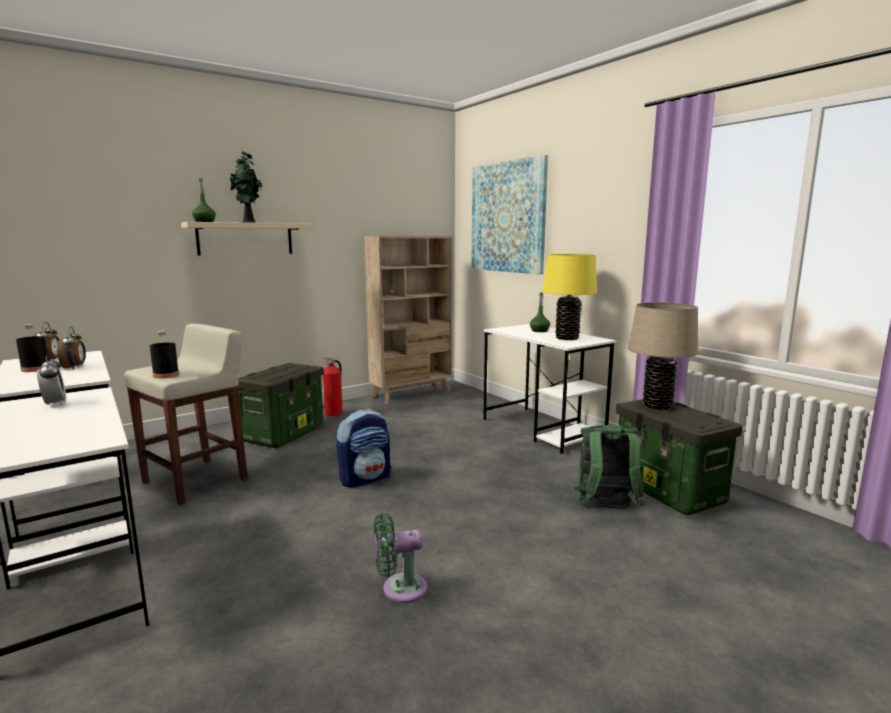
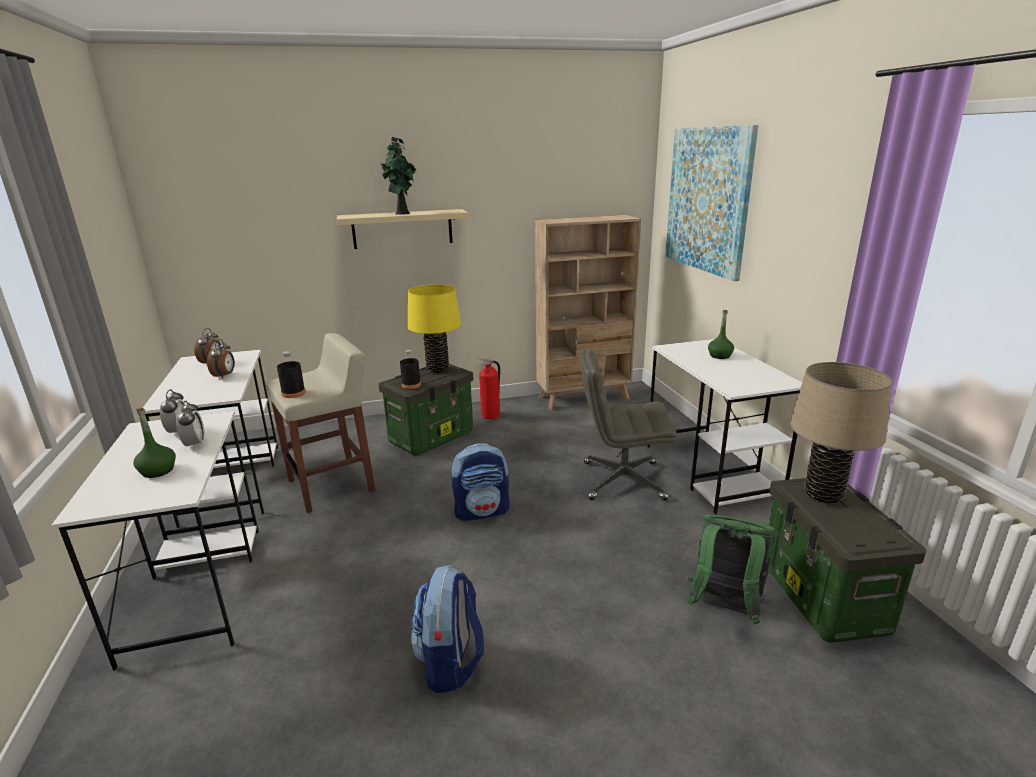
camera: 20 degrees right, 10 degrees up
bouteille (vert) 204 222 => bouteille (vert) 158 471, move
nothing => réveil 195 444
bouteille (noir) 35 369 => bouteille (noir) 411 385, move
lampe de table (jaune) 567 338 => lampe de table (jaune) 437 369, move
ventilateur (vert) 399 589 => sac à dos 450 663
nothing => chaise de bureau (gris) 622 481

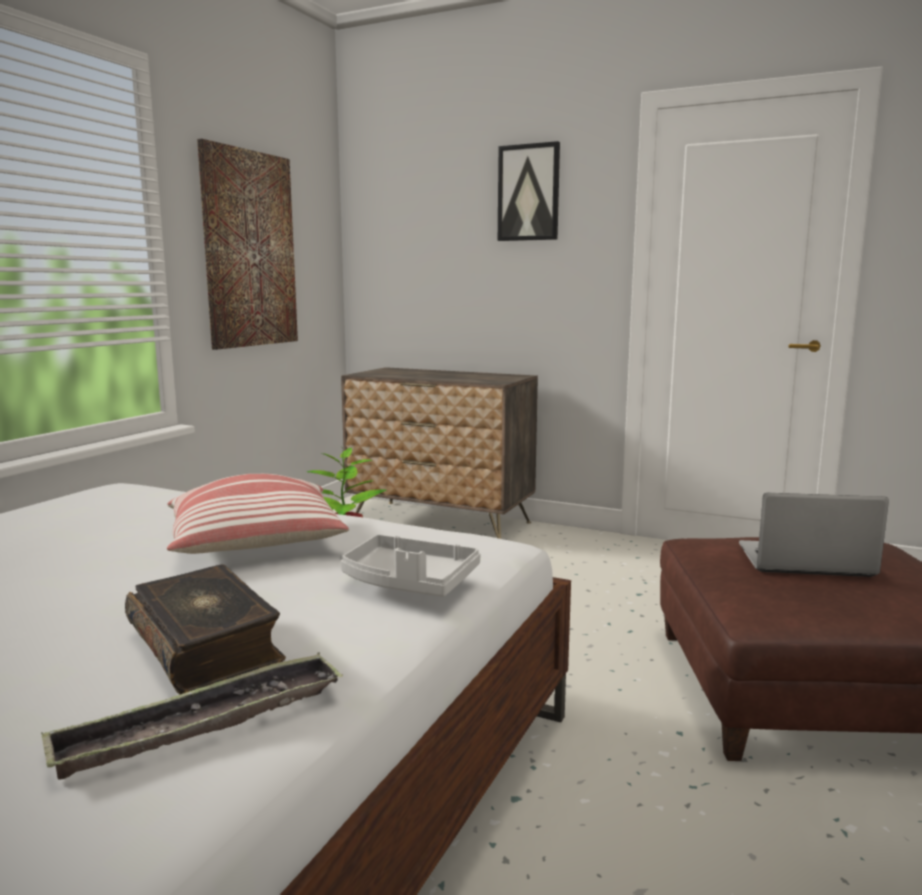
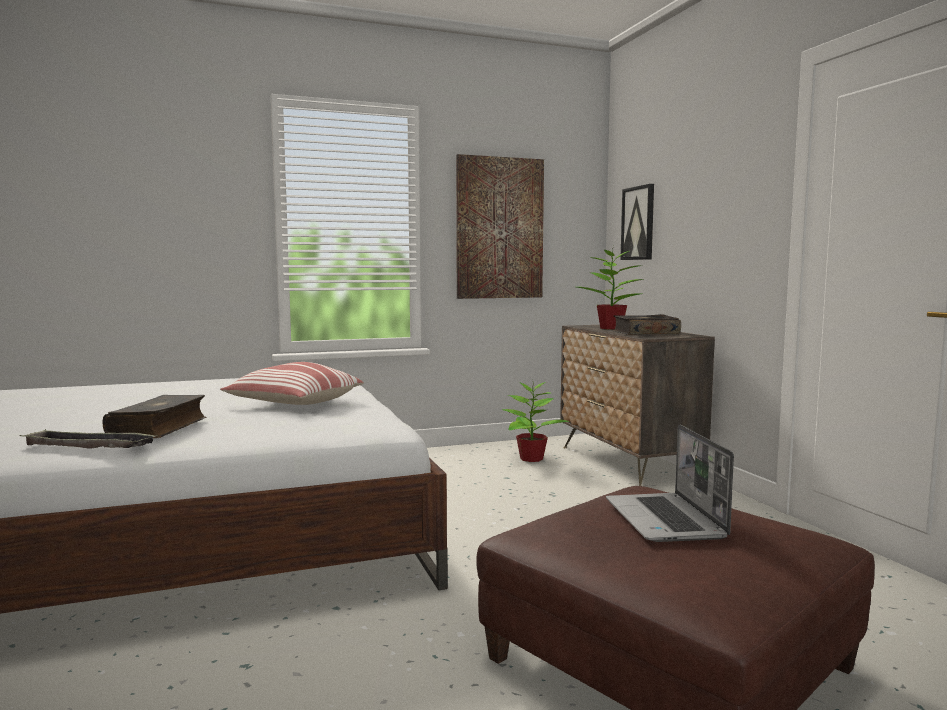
camera: 45 degrees right, 5 degrees down
nothing => plante en pot 612 328
ordinateur portable 803 562 => ordinateur portable 666 520, 150 degrees counterclockwise
nothing => livre 645 333
tableau 528 193 => tableau 638 223, move
plateau (gris) 409 582 => nothing

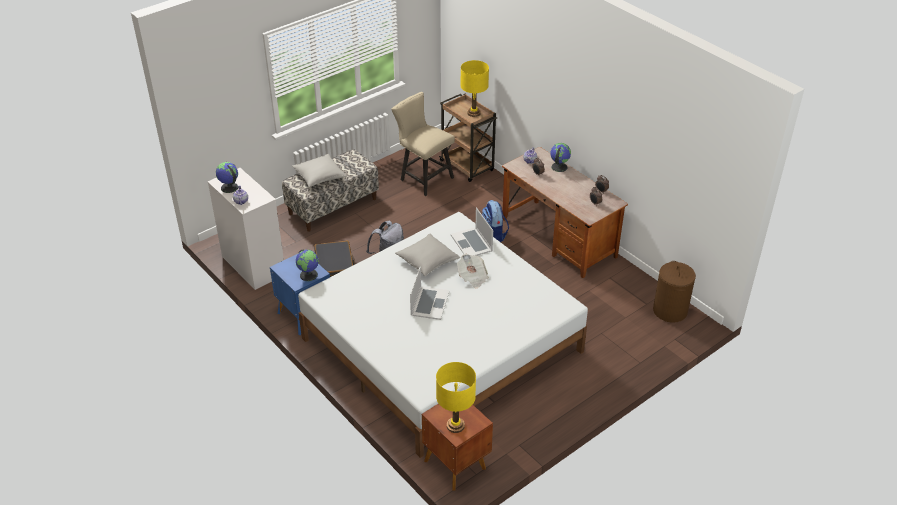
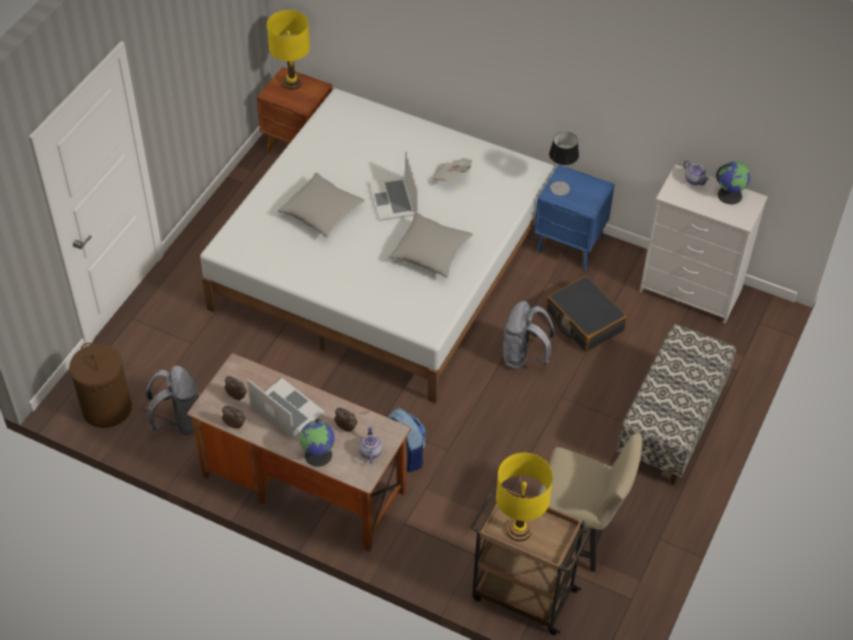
camera: 155 degrees right, 10 degrees up
nothing => sac à dos (gris) 179 421
ordinateur portable 472 243 => ordinateur portable 286 409, move
coussin (gris) 319 176 => coussin (gris) 321 213, move
journal 472 277 => journal 451 177, move
globe 309 275 => lampe de table 560 188

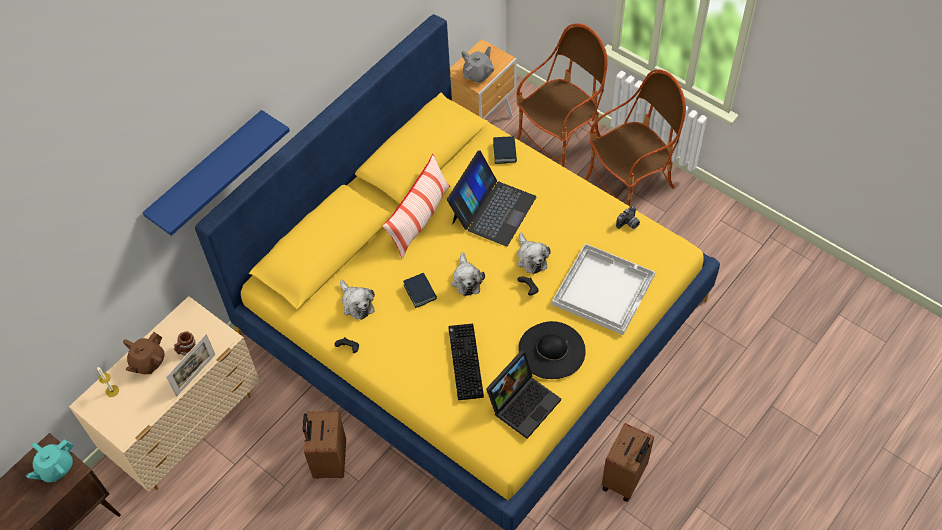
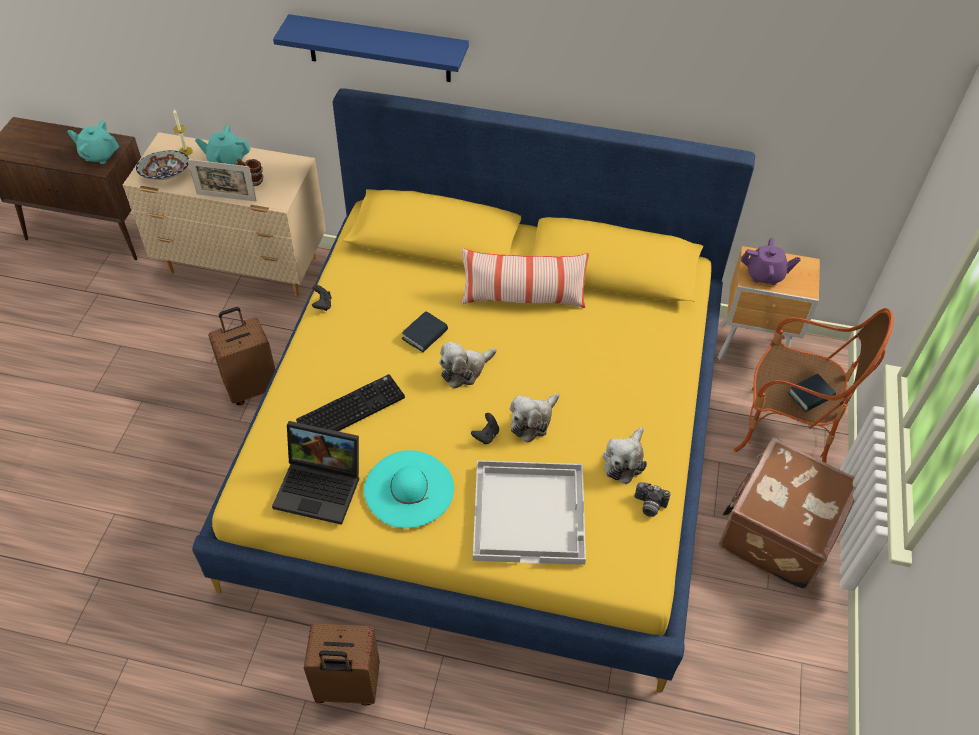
camera: 60 degrees right, 5 degrees down
nothing => bol 166 175
théière (marron) 148 362 => théière (turquoise) 226 161
chapeau (noir) 551 350 => chapeau (turquoise) 409 489
peluche 356 304 => peluche 624 461, move
fauteuil 630 186 => valise (marron) 776 532
théière (gris) 478 74 => théière (violet) 765 275
livre 505 152 => livre 810 396, move
ordinateur portable 492 210 => nothing

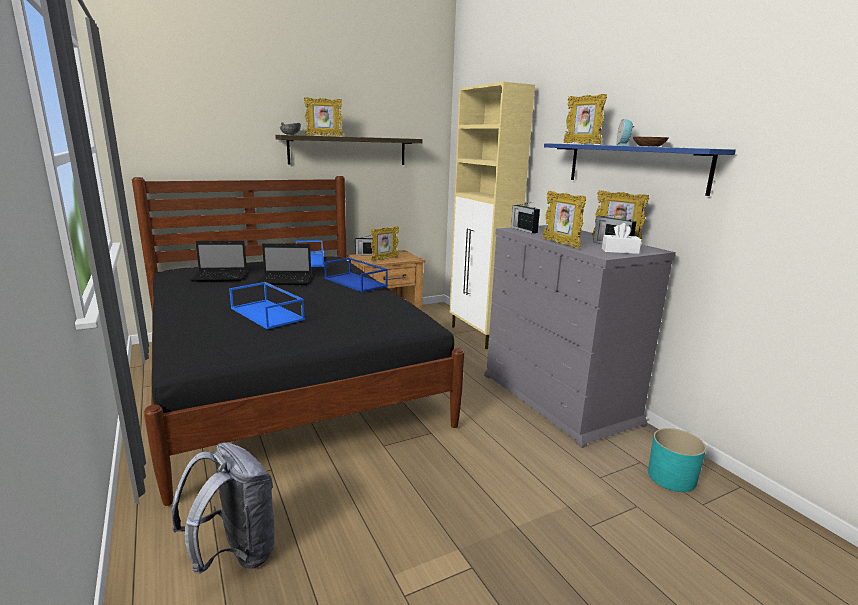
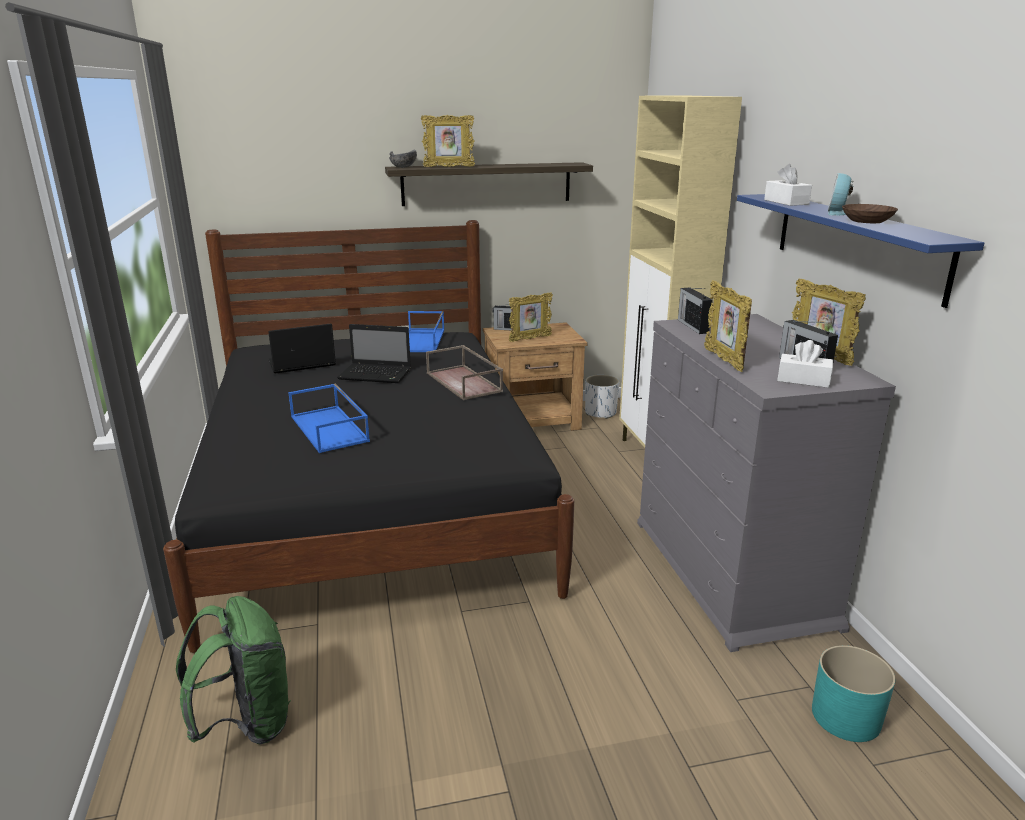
camera: 15 degrees right, 5 degrees up
sac à dos (gris) 235 554 => sac à dos (vert) 247 723
ordinateur portable 221 277 => ordinateur portable 300 364, 150 degrees clockwise
plateau (bleu) 356 282 => plateau (marron) 465 382
nothing => cache-pot (blanc) 600 413
cadre photo 581 144 => boîte à mouchoirs (blanc) 786 202

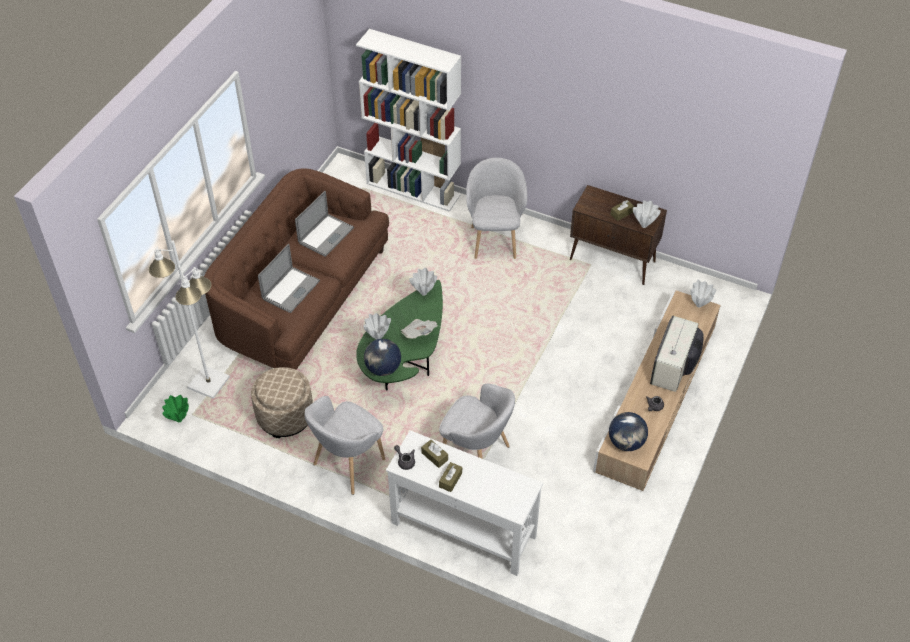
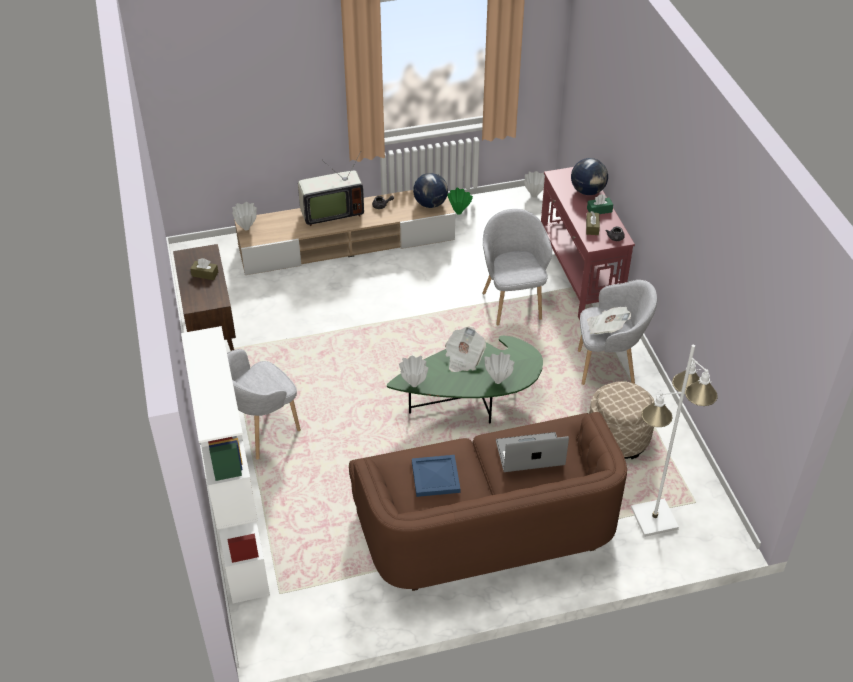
camera: 130 degrees left, 5 degrees down
ordinateur portable 326 235 => plateau (bleu) 435 478
vase (vert) 179 419 => vase (vert) 458 212, move
vase (blanc) 644 226 => vase (blanc) 534 195, move
table console (blanc) 463 529 => table console (rouge) 579 276
globe 383 368 => globe 588 191, move
boîte à mouchoirs (marron) 450 480 => boîte à mouchoirs (vert) 599 210
nothing => journal 606 328

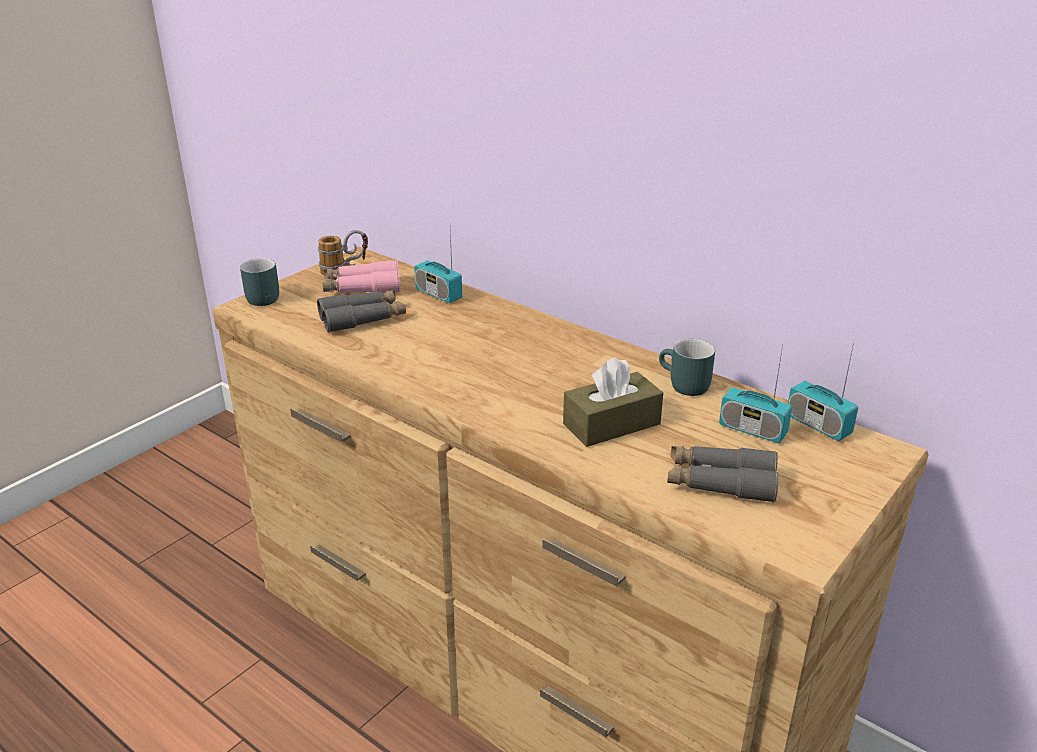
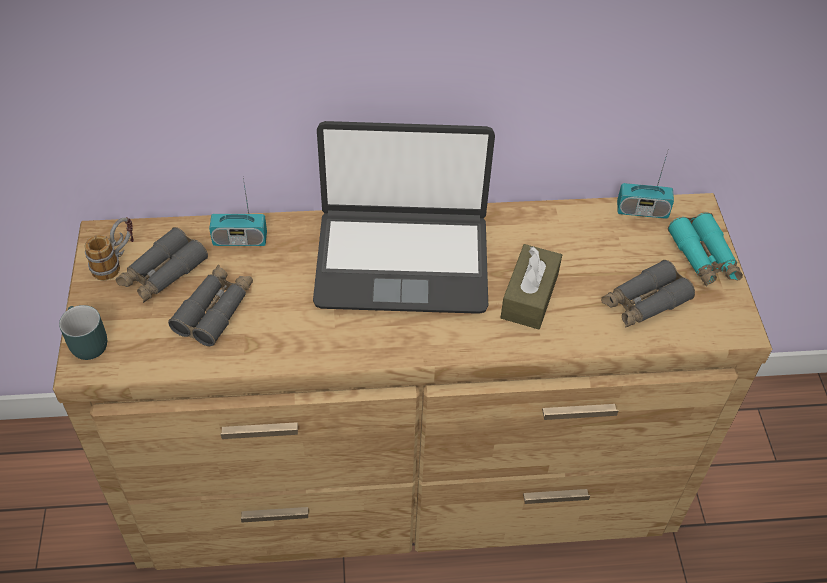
camera: 45 degrees left, 20 degrees up
jumelles (rose) 362 288 => jumelles (gris) 162 274
nothing => ordinateur portable 402 260
nothing => jumelles (turquoise) 703 258
mug (turquoise) 682 386 => nothing
radio 752 430 => nothing

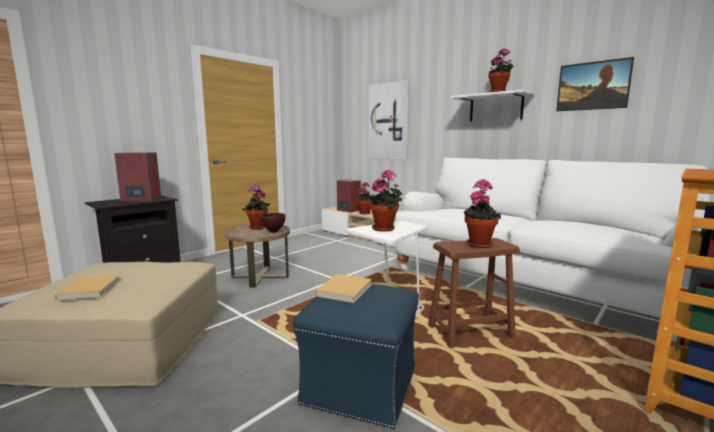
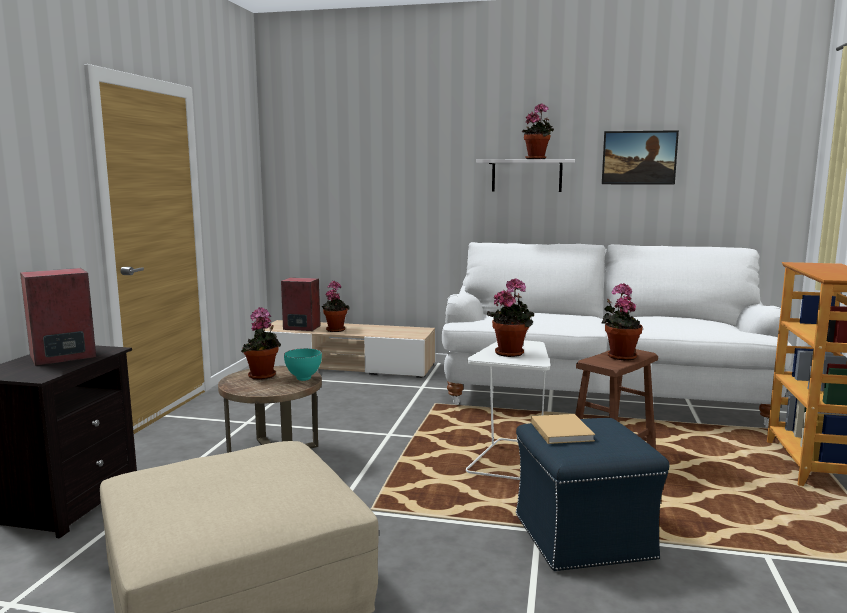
camera: 30 degrees left, 0 degrees up
bol (marron) 274 232 => bol (turquoise) 304 379
livre (beige) 91 288 => nothing
tableau 389 121 => nothing

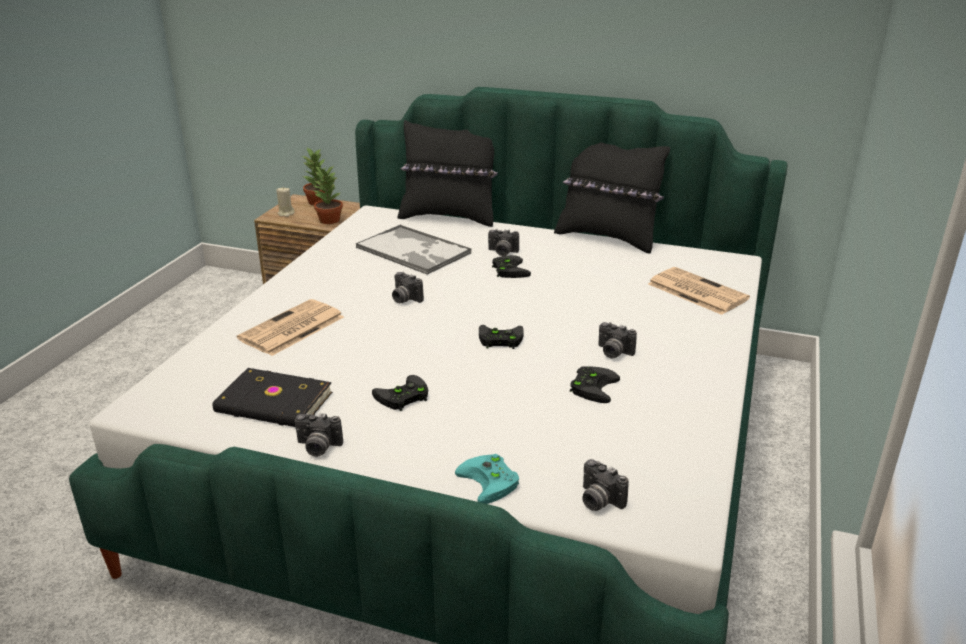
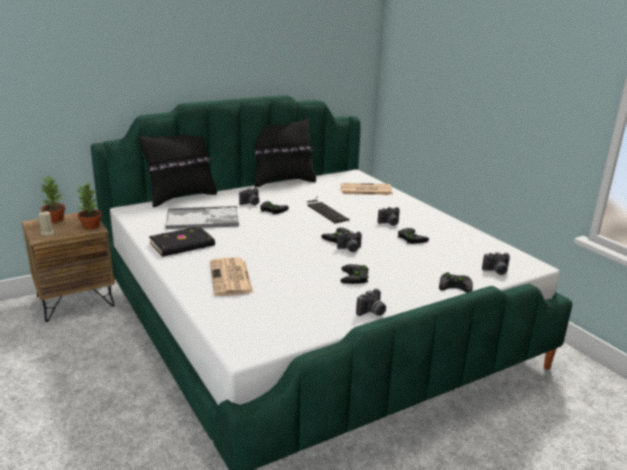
camera: 50 degrees left, 5 degrees down
livre (noir) 274 404 => livre (noir) 183 244, move
nothing => clavier 325 210
appareil photo 404 299 => appareil photo 349 249, move
manette (turquoise) 491 482 => manette (noir) 456 285

